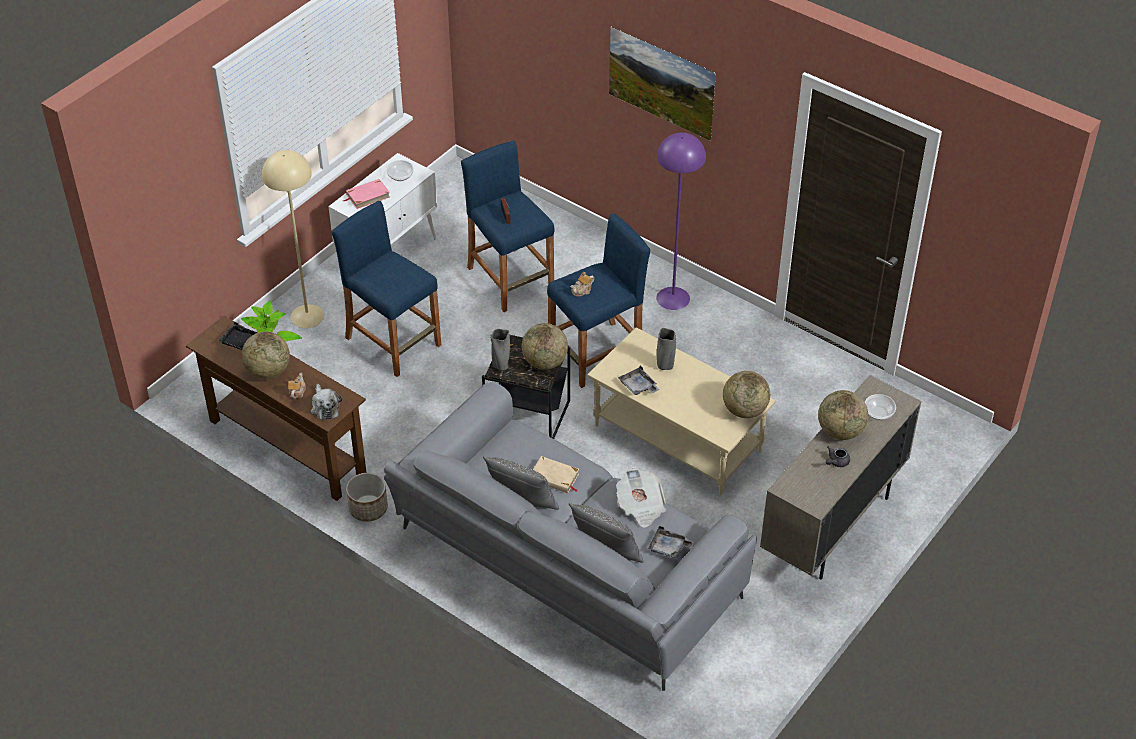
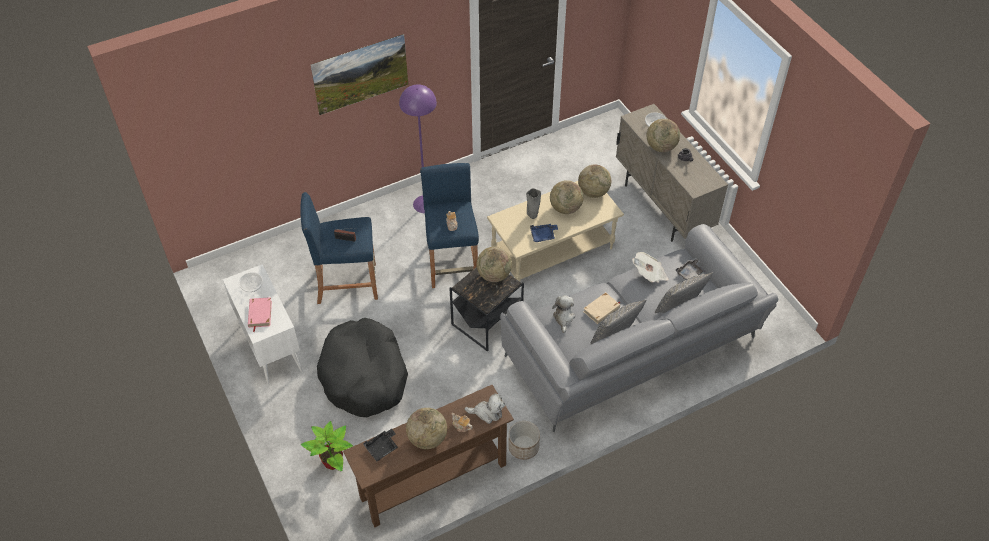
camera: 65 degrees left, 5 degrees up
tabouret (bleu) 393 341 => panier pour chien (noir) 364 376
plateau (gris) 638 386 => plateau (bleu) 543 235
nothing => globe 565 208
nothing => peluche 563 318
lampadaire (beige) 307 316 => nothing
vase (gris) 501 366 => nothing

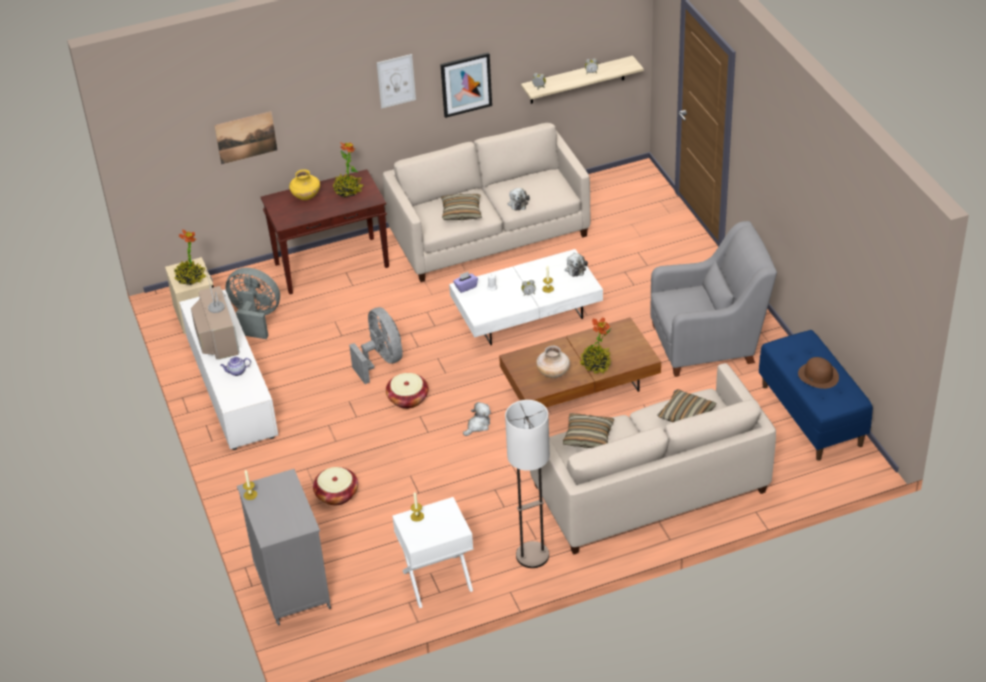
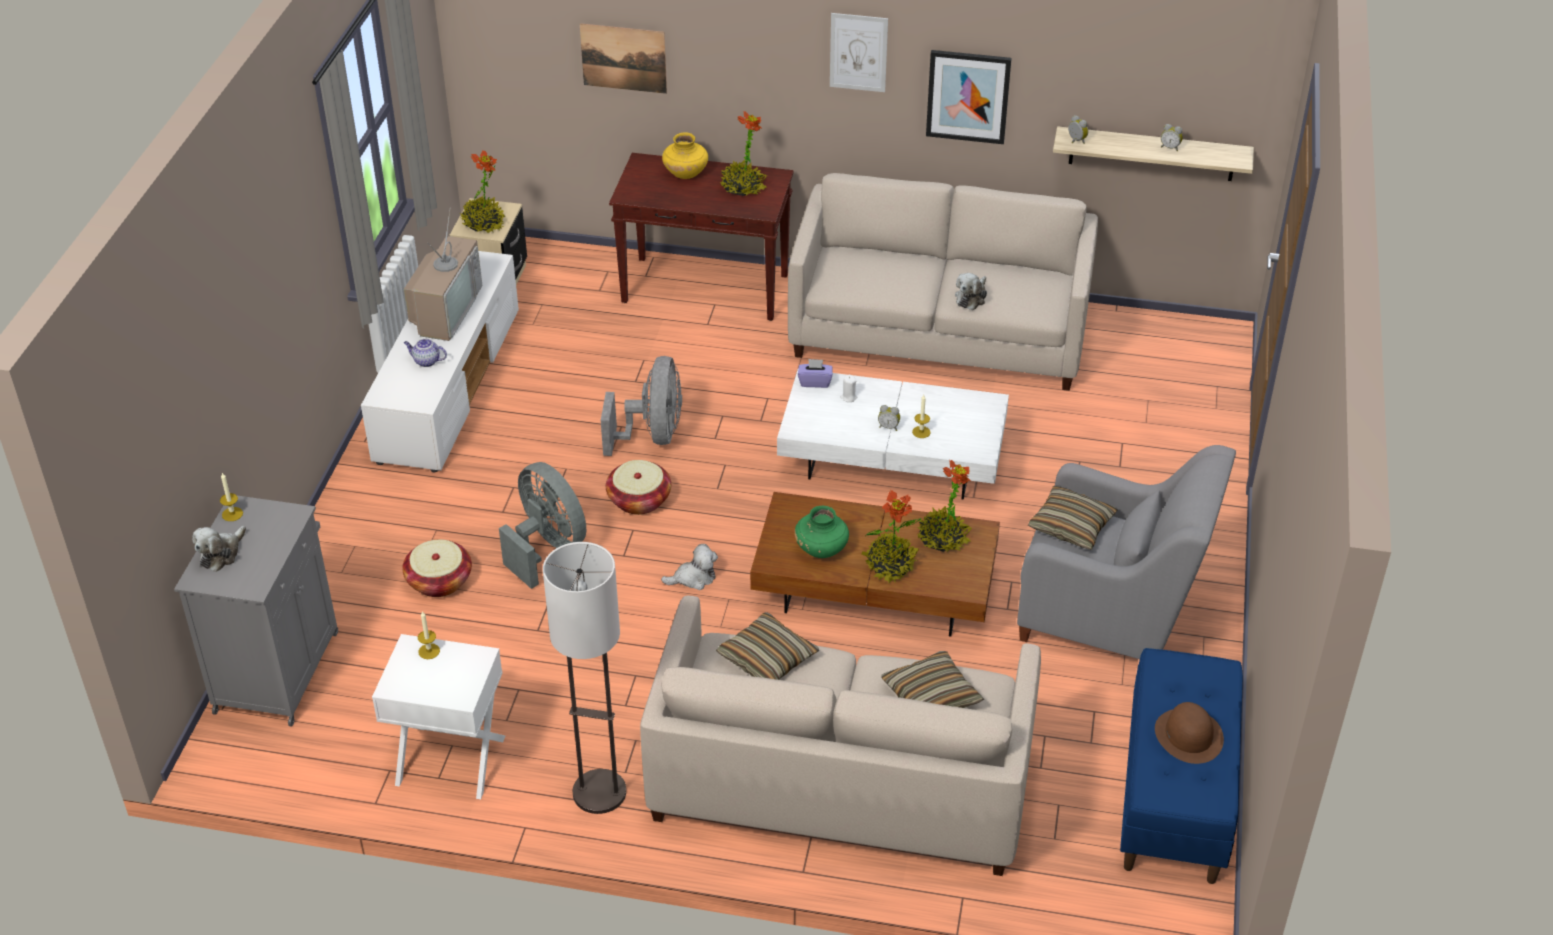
camera: 30 degrees right, 0 degrees up
peluche 575 268 => peluche 221 554, move
ventilateur (gris) 255 318 => ventilateur (gris) 547 548, move
vase (beige) 553 373 => vase (vert) 822 550
nothing => plante en pot 942 539
coussin 461 212 => coussin 1071 526, move

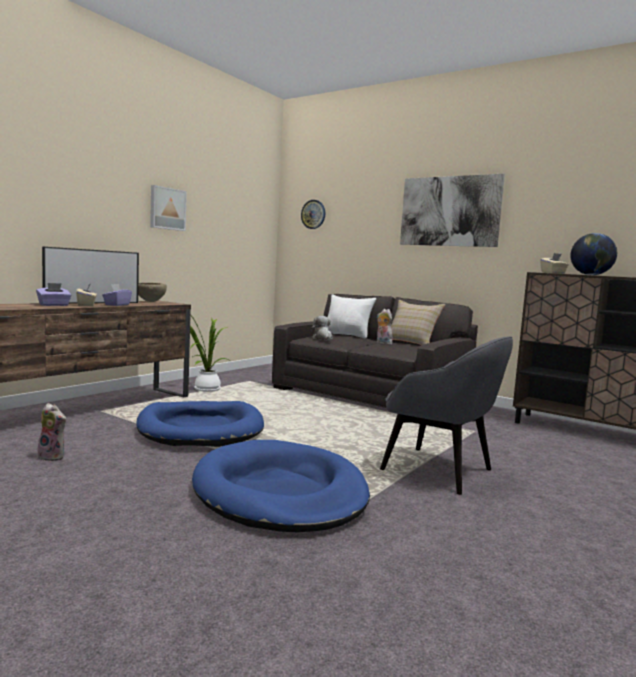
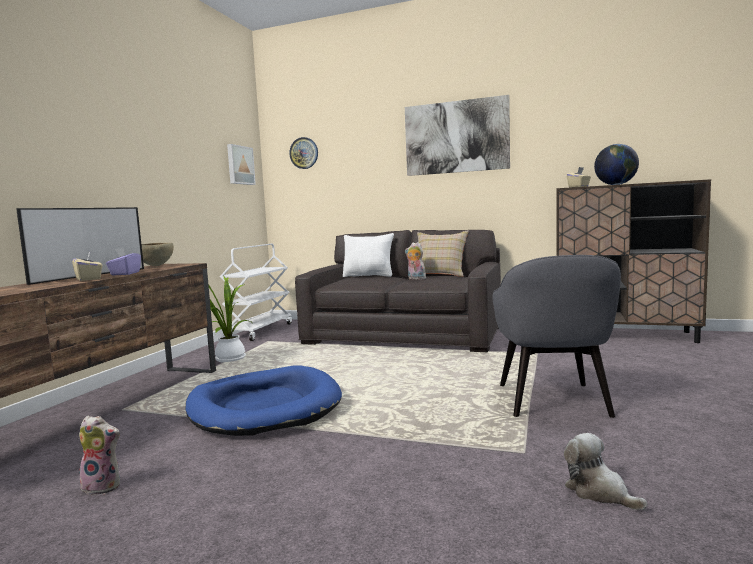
camera: 15 degrees left, 0 degrees up
nothing => chariot (blanc) 259 331
tableau 167 208 => tableau 239 165, move
fauteuil (gris) 439 471 => fauteuil (gris) 553 401, 75 degrees clockwise
peluche 322 339 => peluche 599 492, move
boîte à mouchoirs (violet) 54 305 => nothing
panier pour chien (bleu) 280 492 => nothing

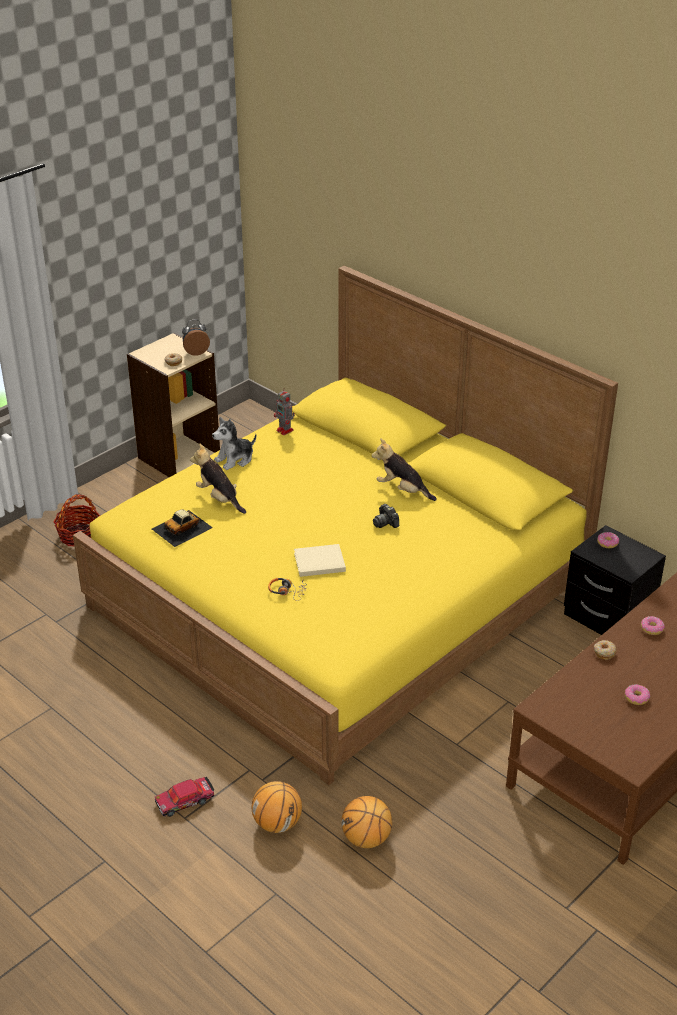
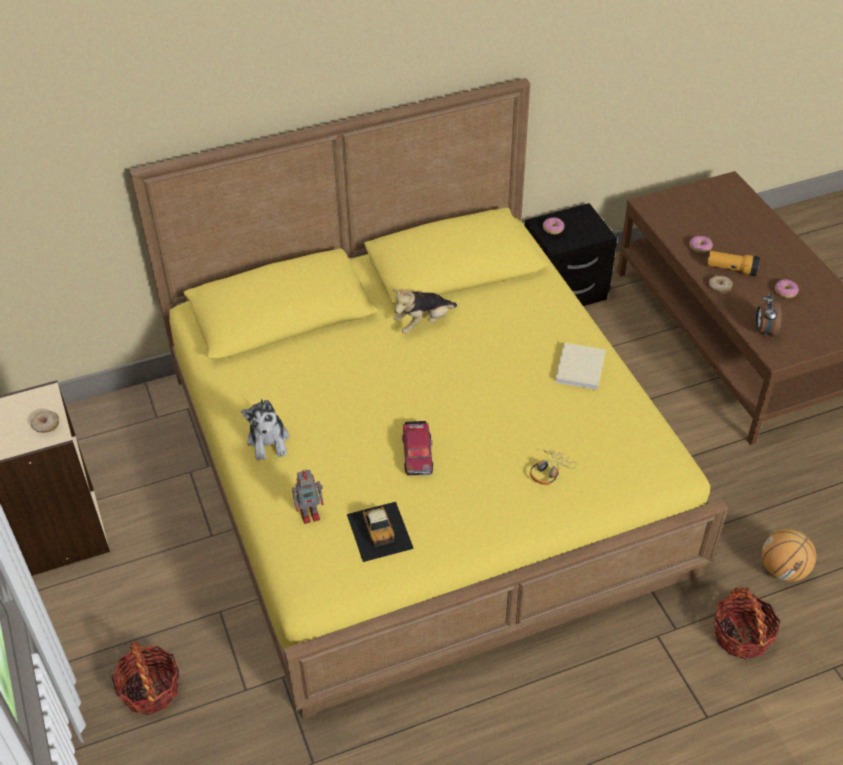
camera: 65 degrees left, 10 degrees up
robot jouet 285 430 => robot jouet 311 514, move
petite voiture 185 801 => petite voiture 417 453, move
livre (beige) 318 562 => livre (beige) 579 369, move
nothing => lampe de poche 731 269
ballon de basket 277 823 => panier 741 635
réveil 196 352 => réveil 764 331, move
peluche 219 498 => nothing
appareil photo 385 523 => nothing

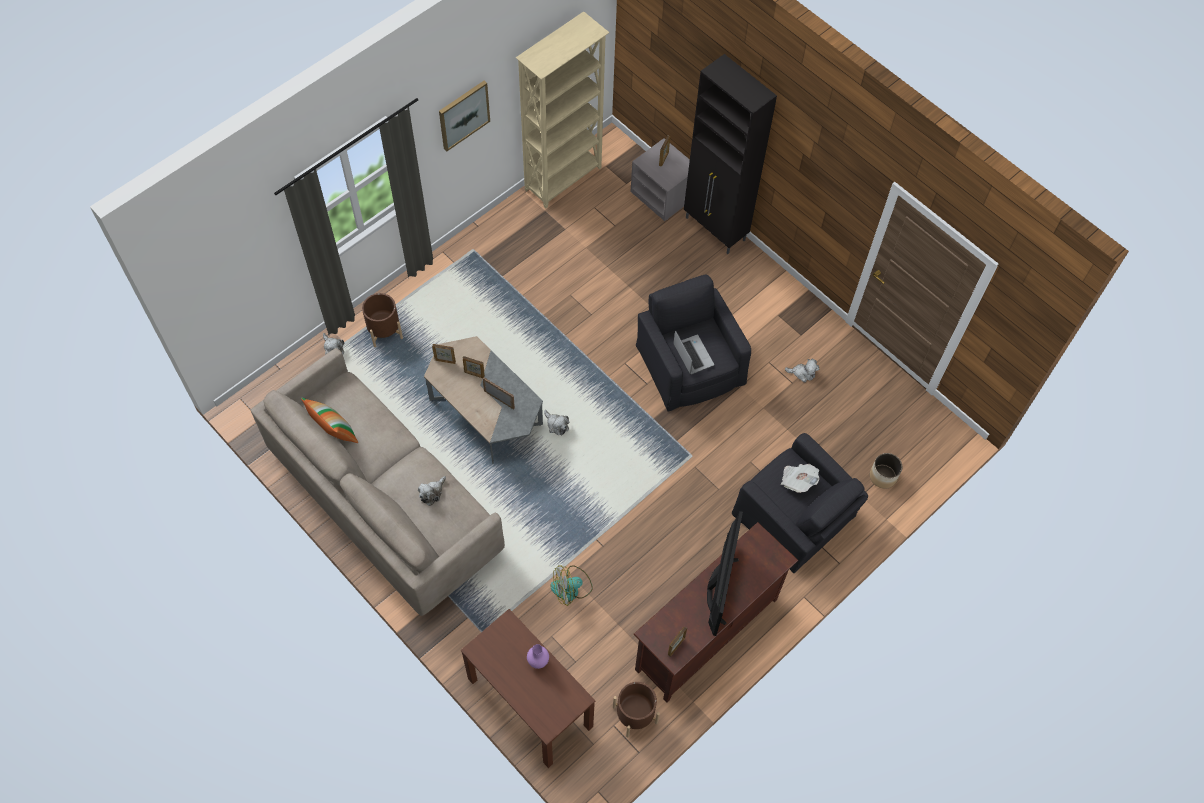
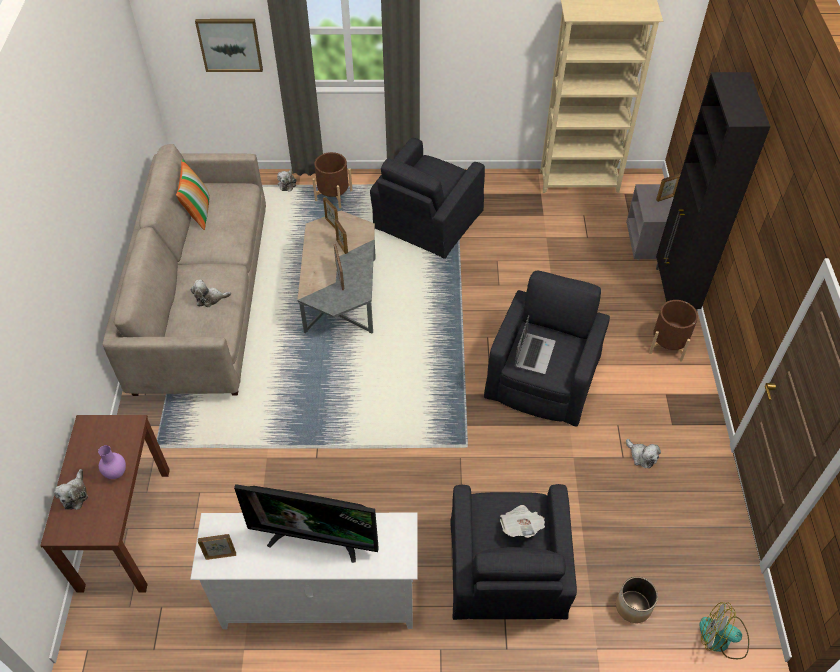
camera: 45 degrees right, 10 degrees down
peluche 556 425 => peluche 75 494, move
meuble télé (marron) 707 635 => meuble télé (blanc) 318 603
tableau 463 115 => tableau 230 44, move
téléviseur 718 588 => téléviseur 315 539, 45 degrees clockwise
nothing => fauteuil (noir) 427 220
cache-pot (marron) 635 714 => cache-pot (marron) 668 345, move
ventilateur 571 588 => ventilateur 722 639, move

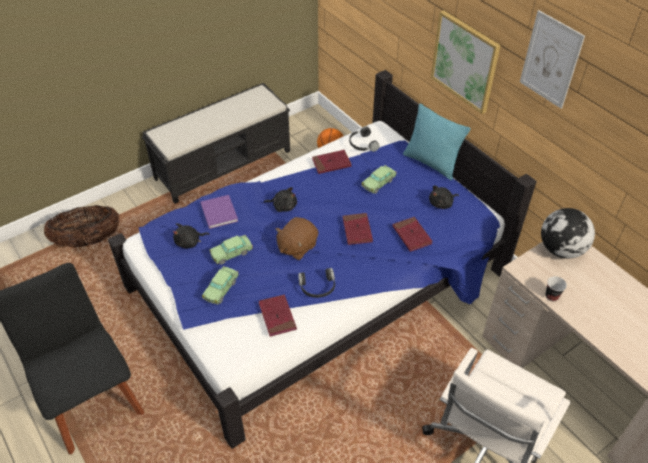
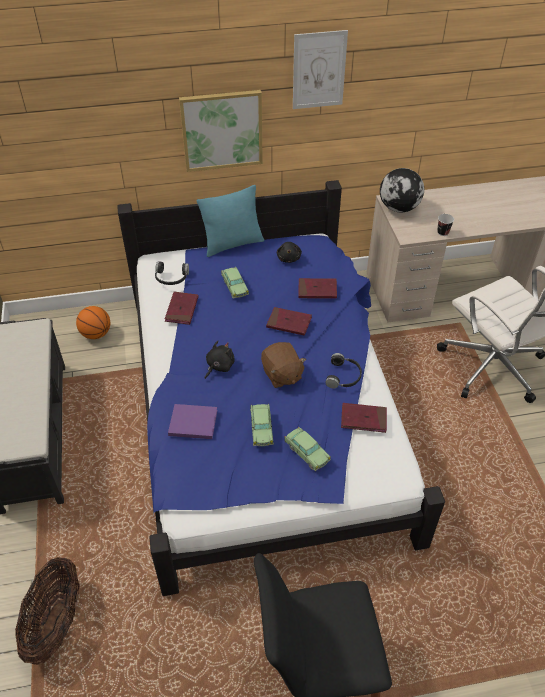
camera: 65 degrees left, 0 degrees up
peluche (noir) 189 242 => nothing

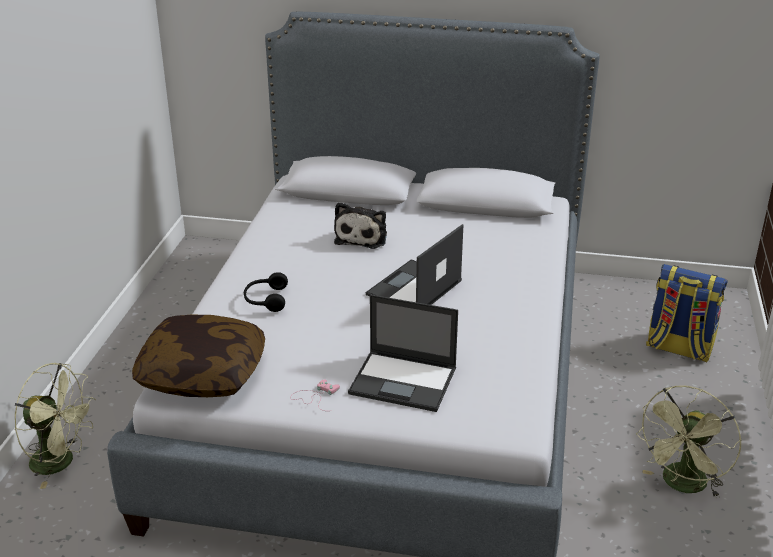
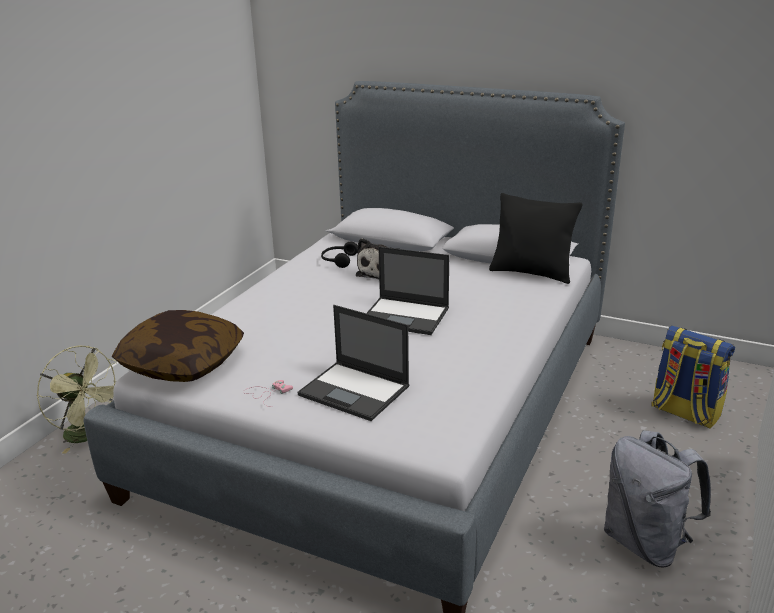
camera: 15 degrees right, 5 degrees down
casque audio (noir) 265 300 => casque audio (noir) 338 260, move
ordinateur portable 414 288 => ordinateur portable 406 316, 120 degrees counterclockwise
nothing => coussin (noir) 531 273
ventilateur (vert) 682 486 => sac à dos (gris) 646 543

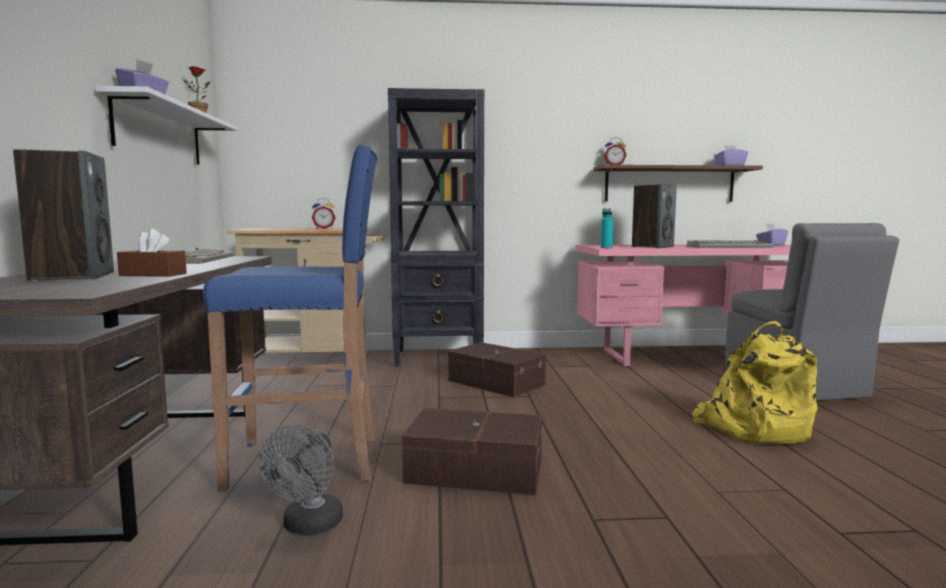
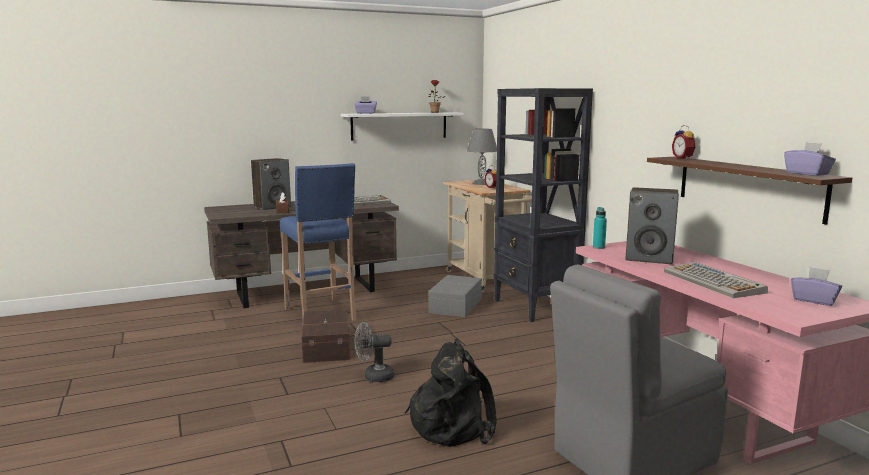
camera: 70 degrees right, 5 degrees up
ventilateur (gris) 309 526 => ventilateur (gris) 373 377, move
sac à dos (jaune) 753 429 => sac à dos (noir) 452 425
nothing => boîte de rangement (gris) 454 305
nothing => lampe de table (gris) 481 183
boîte de rangement (marron) 496 382 => nothing

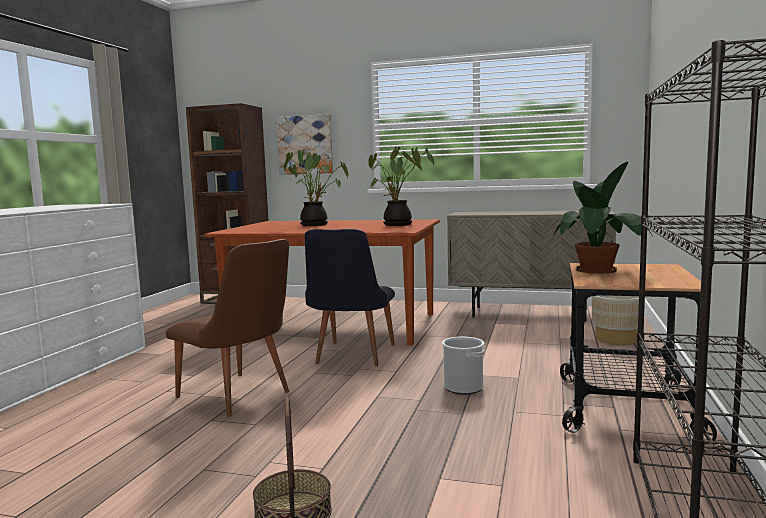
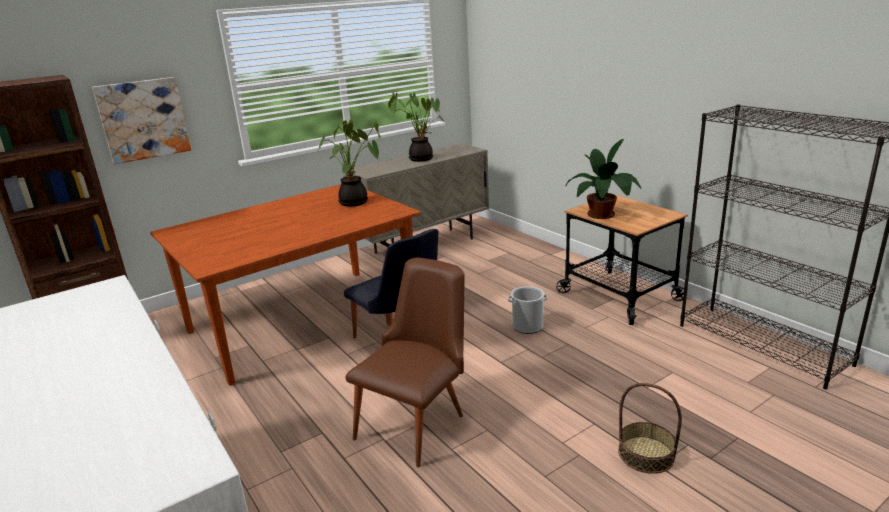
camera: 50 degrees left, 15 degrees up
chaise (marron) 239 397 => chaise (marron) 418 421, 45 degrees counterclockwise
plante en pot 316 225 => plante en pot 421 158, move
cache-pot (beige) 616 339 => nothing

